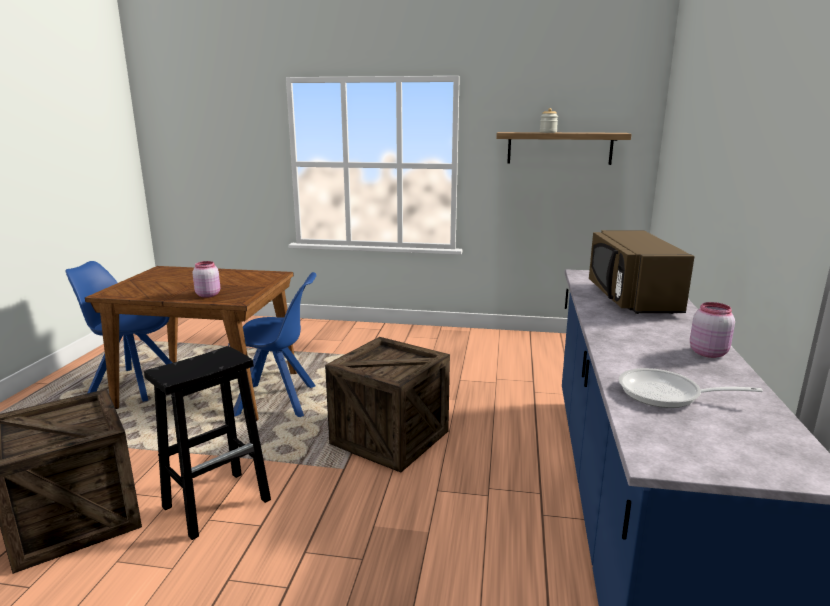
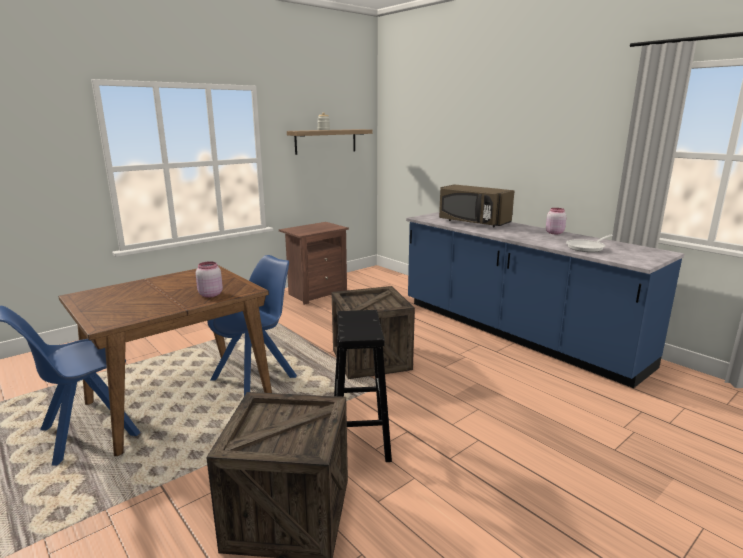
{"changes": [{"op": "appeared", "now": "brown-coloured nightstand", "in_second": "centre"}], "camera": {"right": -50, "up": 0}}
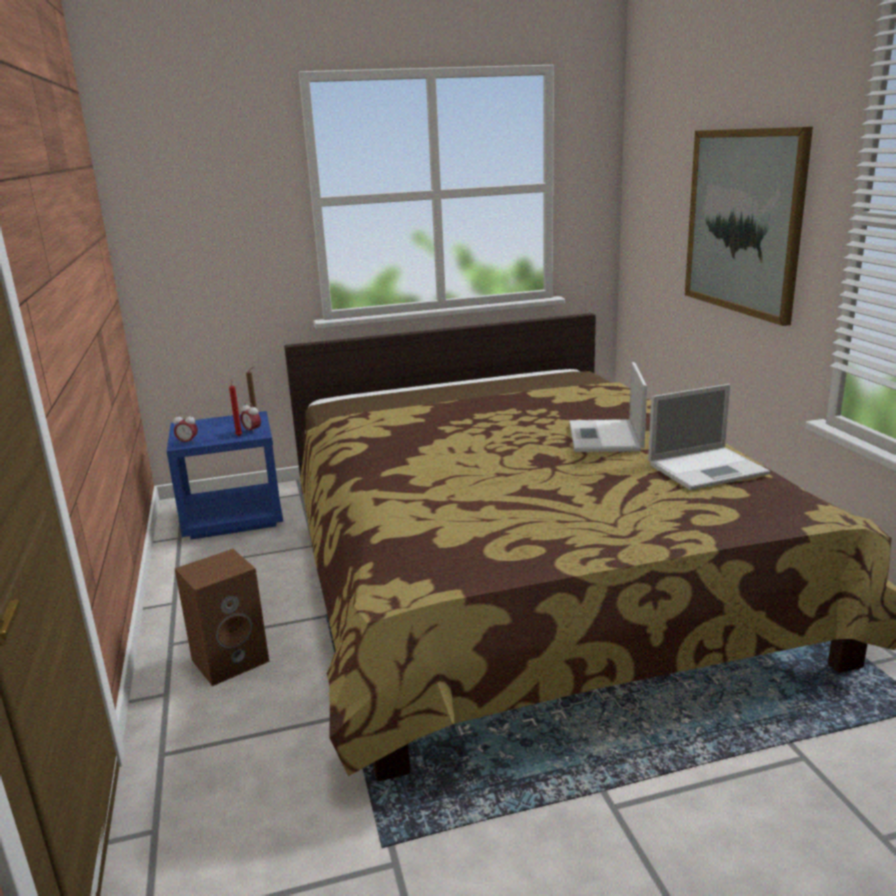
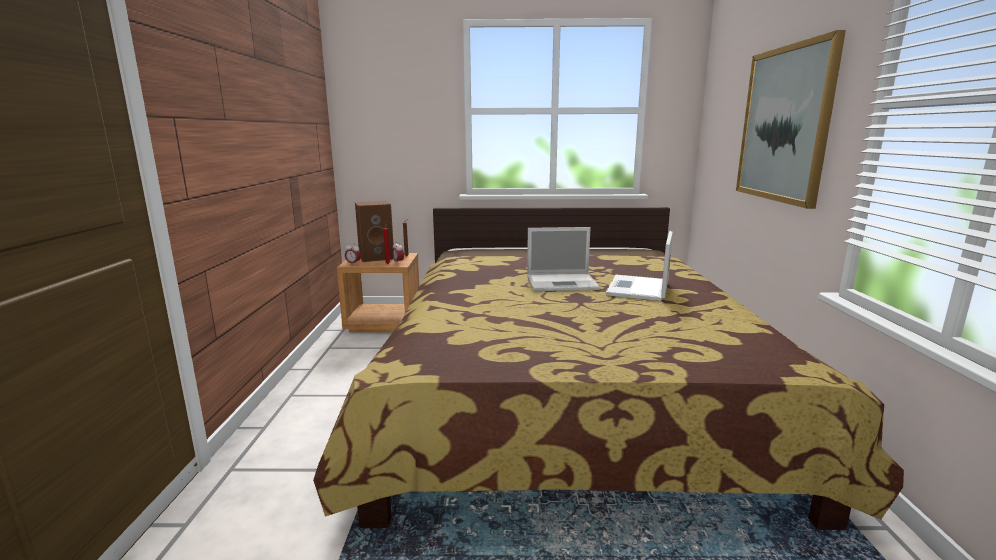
{"changes": [{"op": "colour", "was": "blue nightstand", "now": "brown-coloured nightstand", "in_first": "middle left", "in_second": "centre"}, {"op": "relocated", "was": "brown-coloured audio speaker", "in_first": "bottom left", "in_second": "centre"}, {"op": "relocated", "was": "laptop (no. 2 from left in the first image)", "now": "laptop (no. 1 from left)", "in_first": "middle right", "in_second": "centre"}], "camera": {"right": 15, "up": -5}}
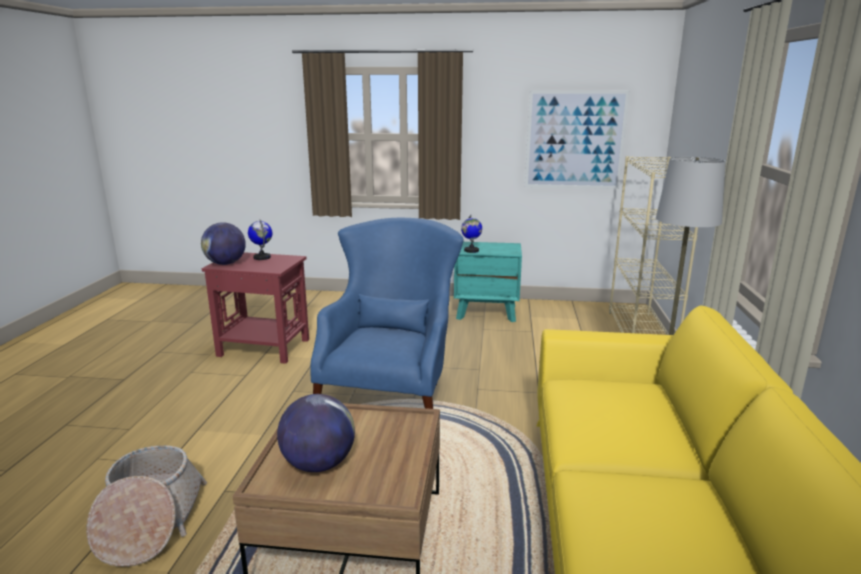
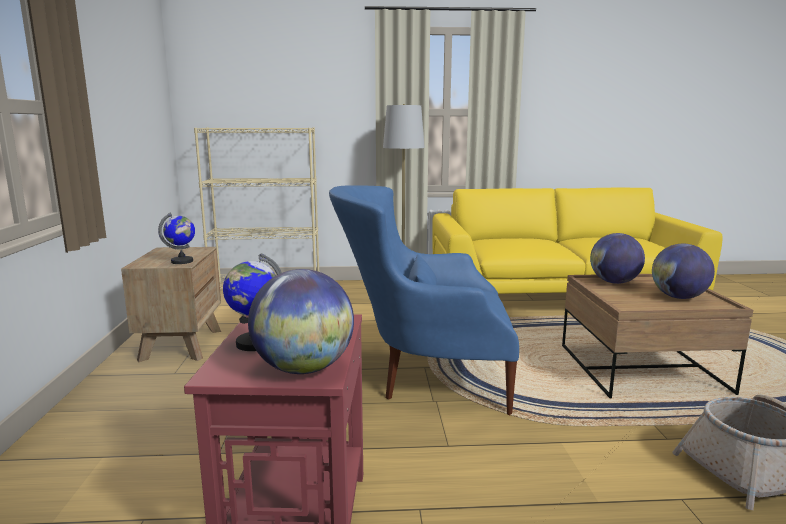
{"changes": [{"op": "colour", "was": "turquoise nightstand", "now": "brown-coloured nightstand", "in_first": "centre", "in_second": "middle left"}, {"op": "appeared", "now": "world globe (no. 4 from left)", "in_second": "middle right"}, {"op": "missing", "was": "wall art", "in_first": "top right"}], "camera": {"right": -100, "up": -5}}
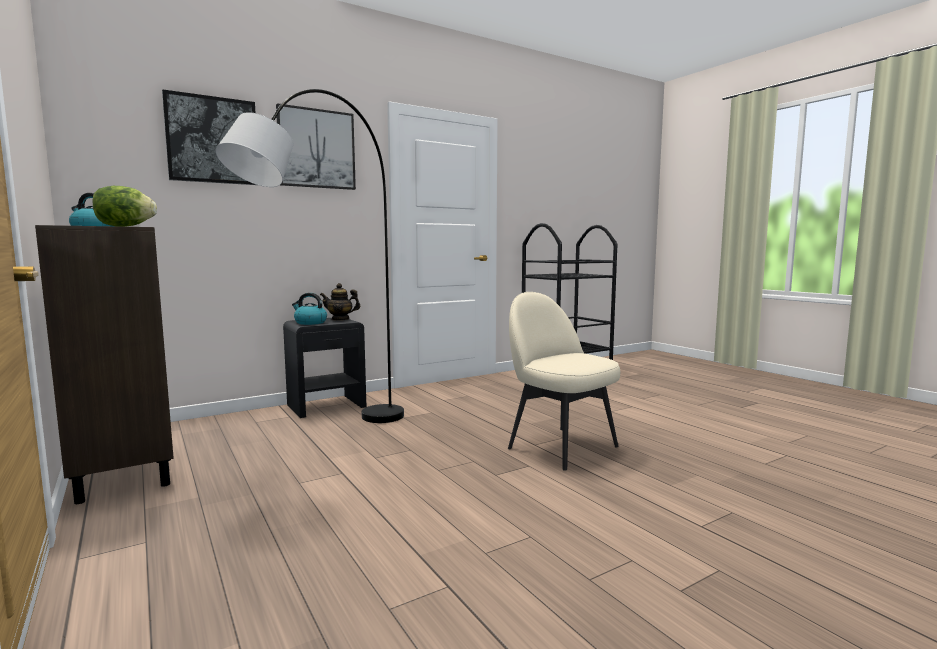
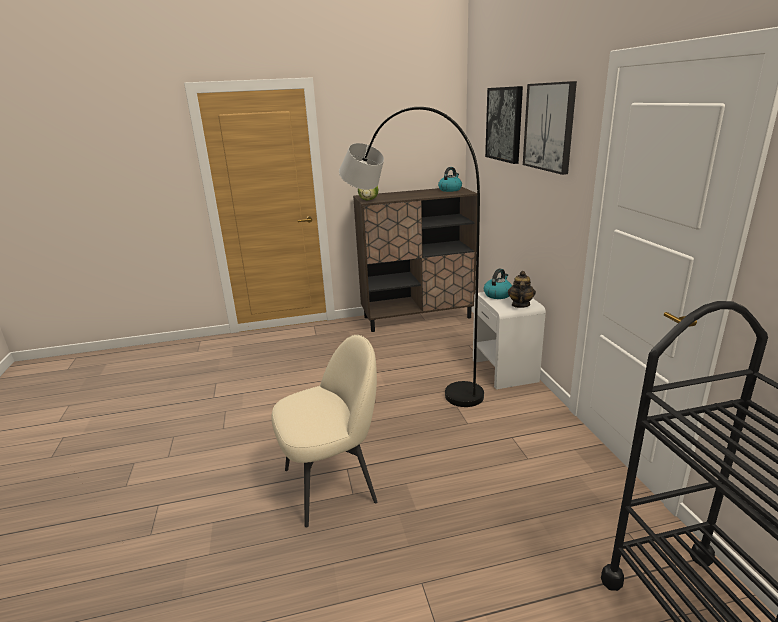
{"changes": [{"op": "colour", "was": "black nightstand", "now": "white-coloured nightstand", "in_first": "centre", "in_second": "centre"}], "camera": {"right": 110, "up": 15}}
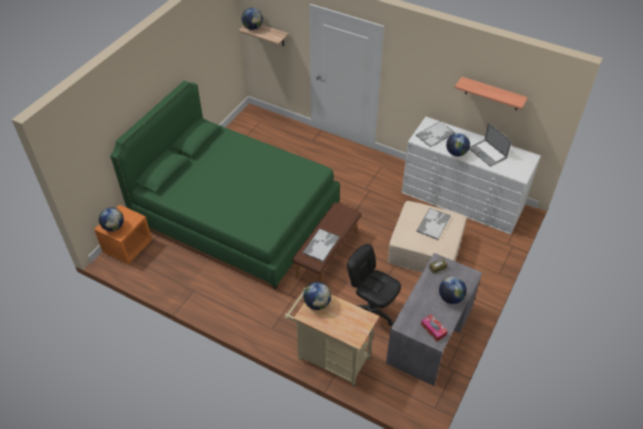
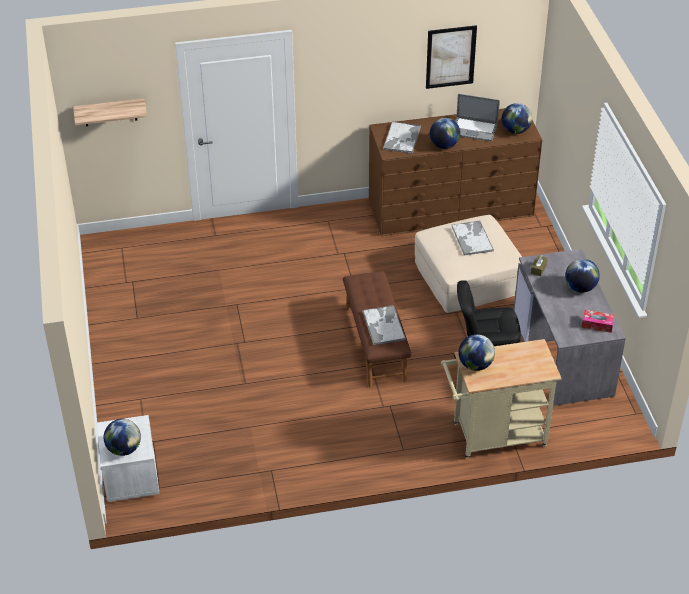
{"changes": [{"op": "colour", "was": "orangey nightstand", "now": "white-coloured nightstand", "in_first": "middle left", "in_second": "bottom left"}, {"op": "colour", "was": "white-coloured chest of drawers", "now": "brown-coloured chest of drawers", "in_first": "middle right", "in_second": "top centre"}, {"op": "exchanged", "was": "shelf (no. 2 from left)", "now": "wall art", "in_first": "top right", "in_second": "top centre"}, {"op": "relocated", "was": "world globe (no. 2 from left in the first image)", "now": "world globe (no. 4 from left)", "in_first": "top centre", "in_second": "top right"}, {"op": "missing", "was": "greenish bed", "in_first": "centre"}], "camera": {"right": -40, "up": -5}}
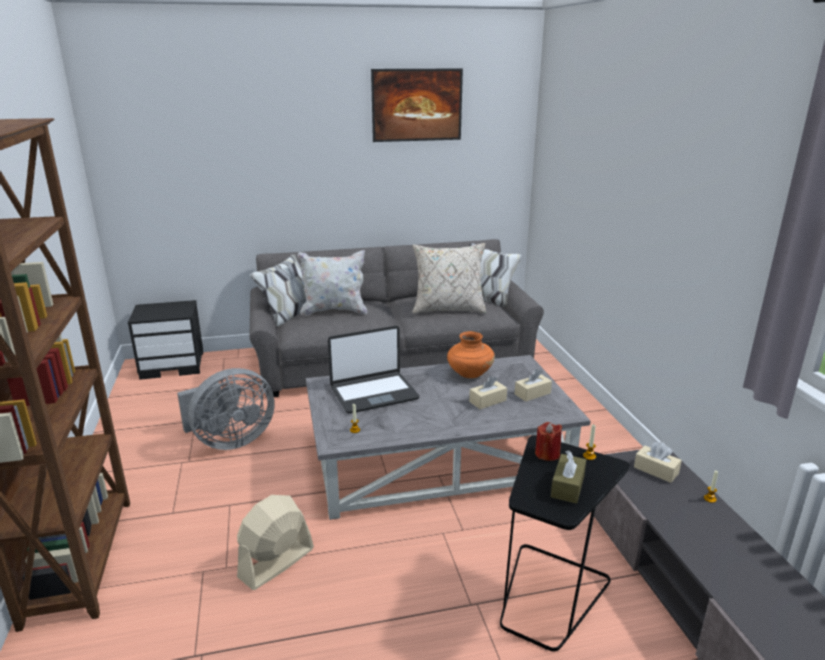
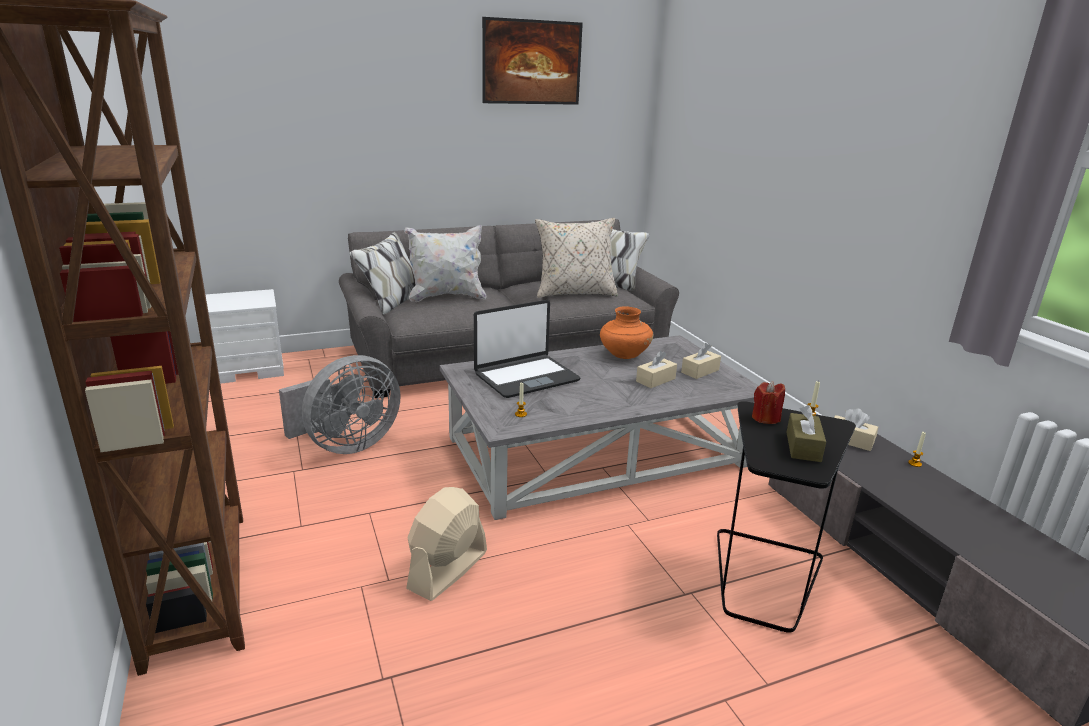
{"changes": [{"op": "colour", "was": "black nightstand", "now": "white-coloured nightstand", "in_first": "middle left", "in_second": "middle left"}], "camera": {"right": -10, "up": 0}}
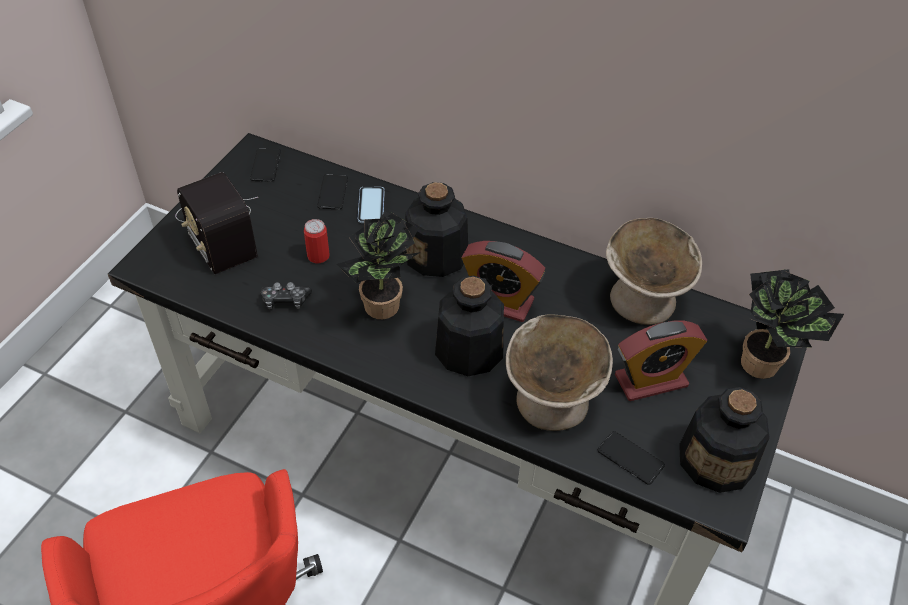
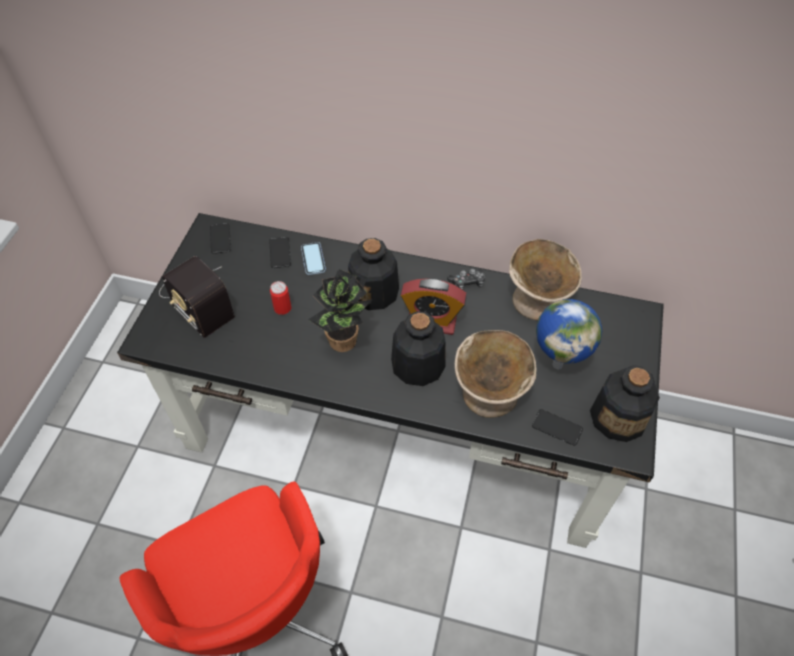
{"changes": [{"op": "relocated", "was": "gamepad", "in_first": "middle left", "in_second": "centre"}, {"op": "exchanged", "was": "alarm clock (no. 2 from left)", "now": "world globe", "in_first": "middle right", "in_second": "middle right"}, {"op": "missing", "was": "plant in a pot (no. 2 from left)", "in_first": "middle right"}], "camera": {"right": -10, "up": 5}}
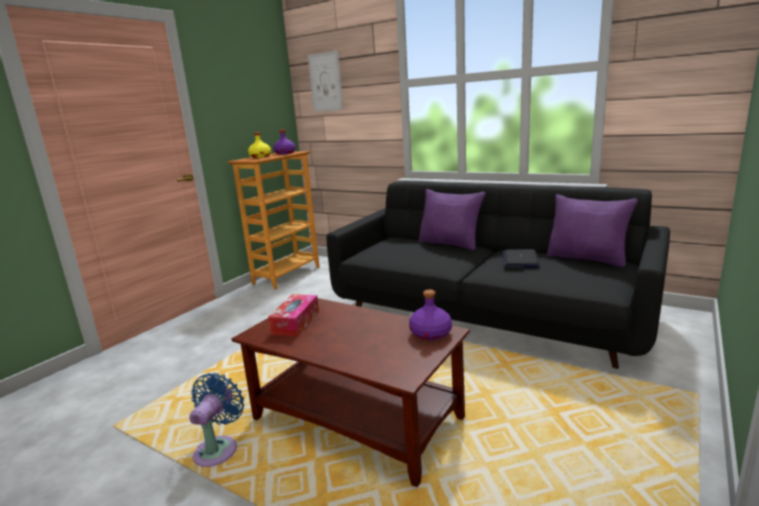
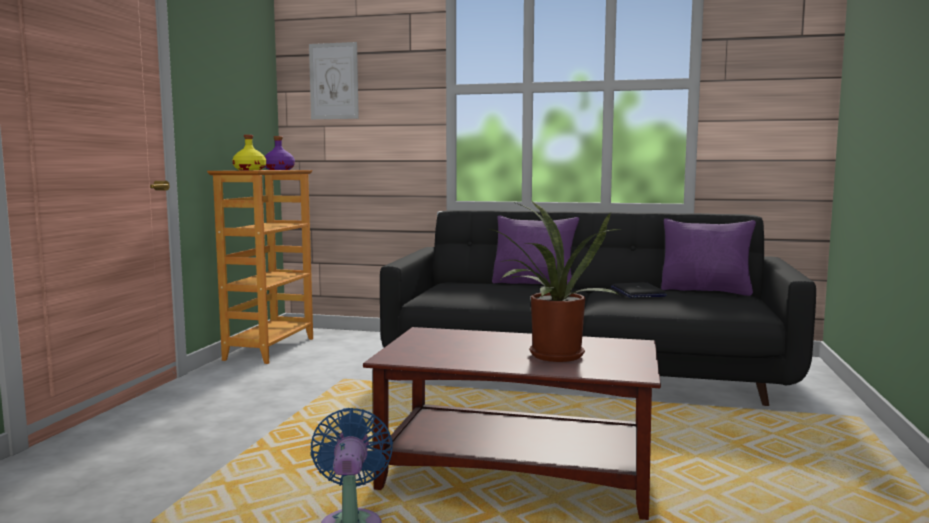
{"changes": [{"op": "appeared", "now": "plant in a pot", "in_second": "centre"}, {"op": "missing", "was": "tissue box", "in_first": "centre"}, {"op": "missing", "was": "purple-coloured drink bottle (no. 2 from left)", "in_first": "centre"}], "camera": {"right": -20, "up": -10}}
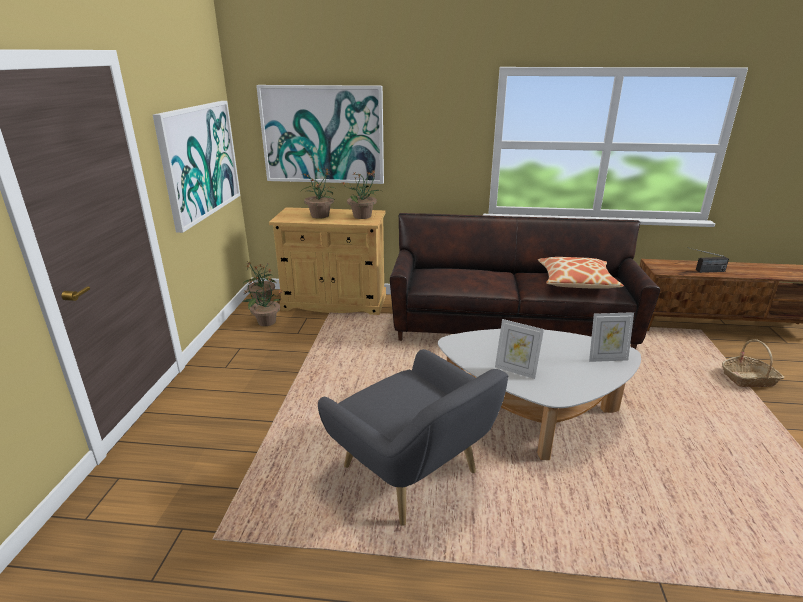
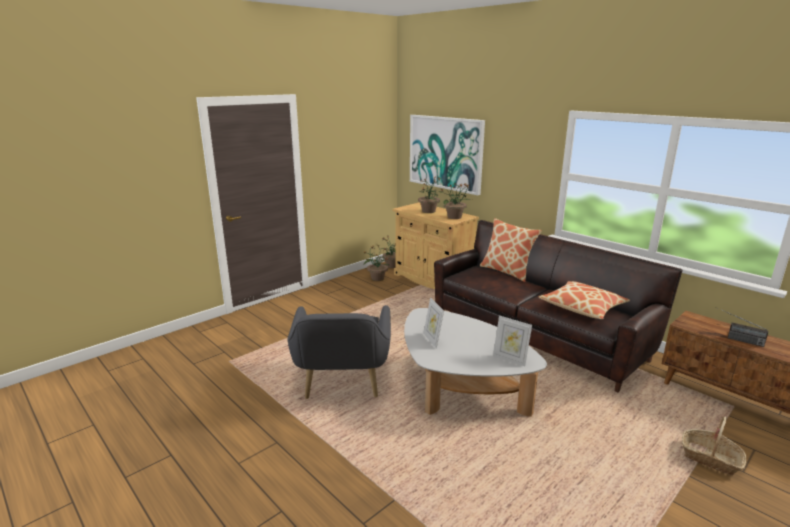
{"changes": [{"op": "appeared", "now": "cushion (no. 1 from left)", "in_second": "centre"}, {"op": "missing", "was": "wall art (no. 1 from left)", "in_first": "top left"}], "camera": {"right": 40, "up": -5}}
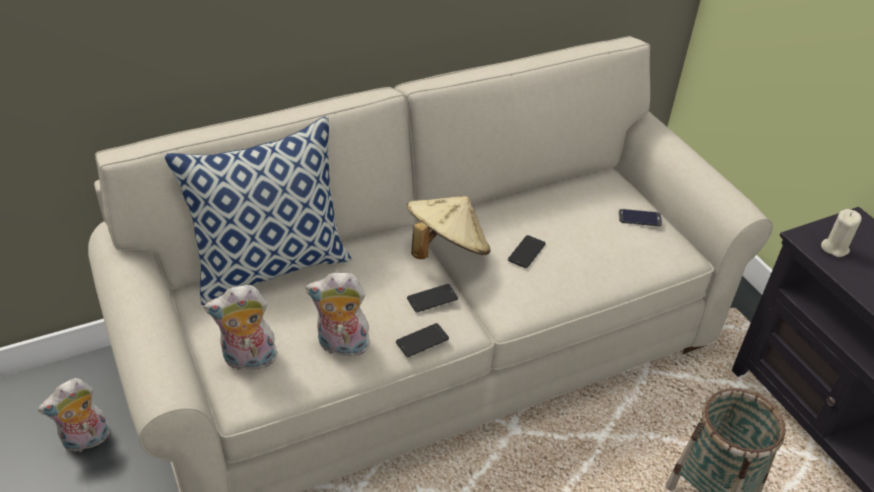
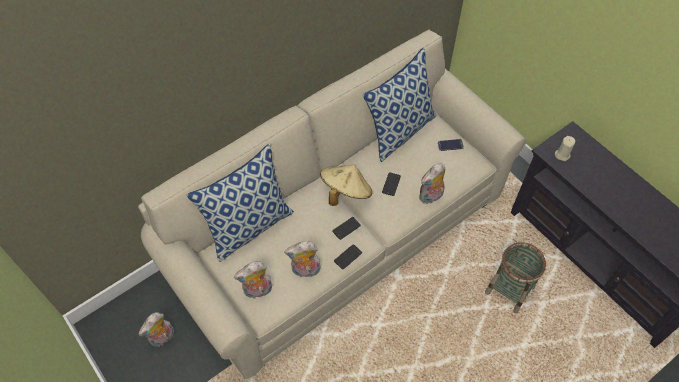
{"changes": [{"op": "appeared", "now": "cushion (no. 2 from left)", "in_second": "top centre"}, {"op": "appeared", "now": "plush toy (no. 4 from left)", "in_second": "centre"}], "camera": {"right": -10, "up": 15}}
